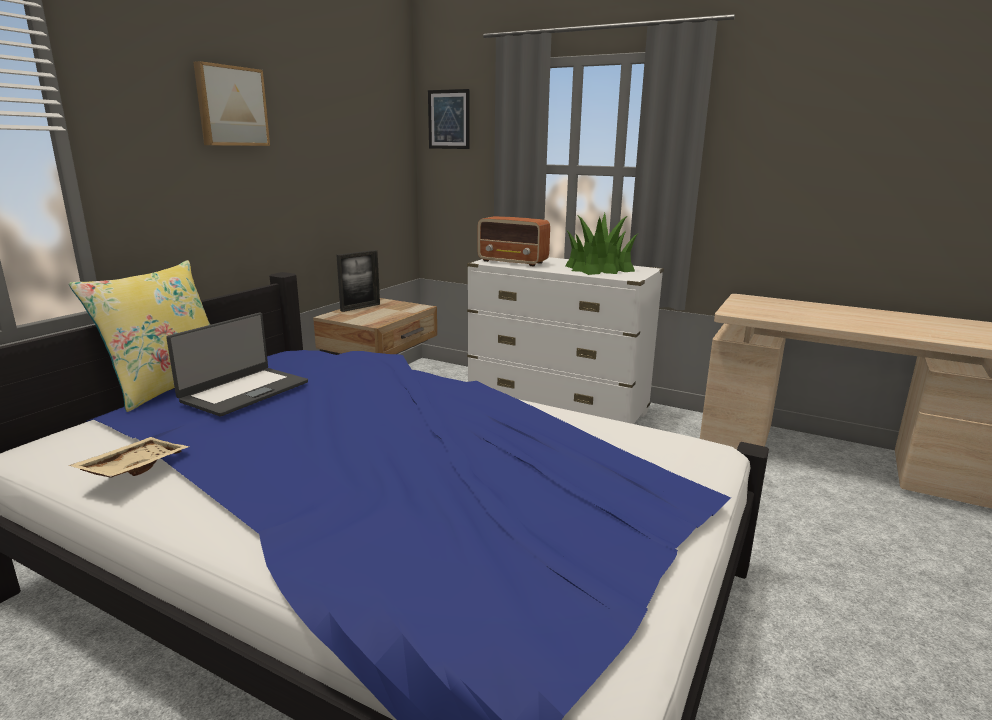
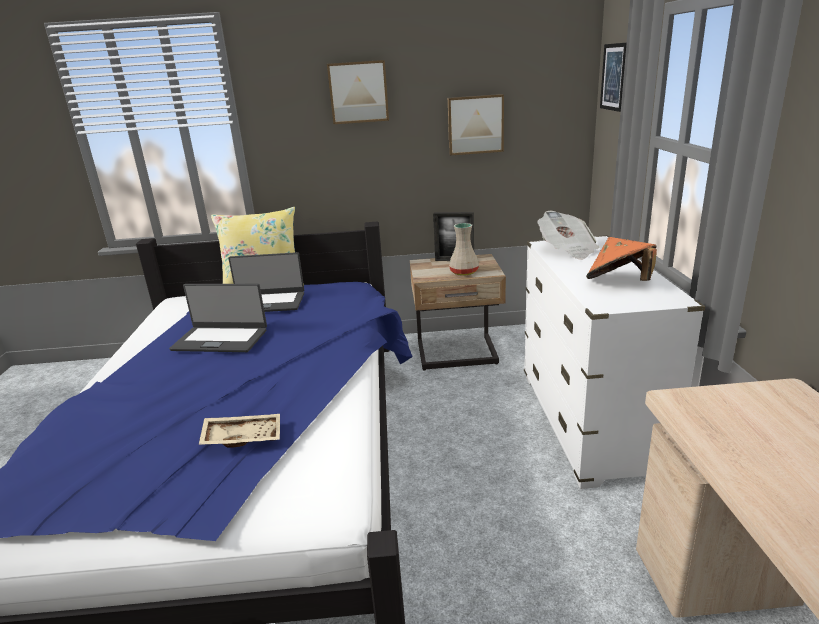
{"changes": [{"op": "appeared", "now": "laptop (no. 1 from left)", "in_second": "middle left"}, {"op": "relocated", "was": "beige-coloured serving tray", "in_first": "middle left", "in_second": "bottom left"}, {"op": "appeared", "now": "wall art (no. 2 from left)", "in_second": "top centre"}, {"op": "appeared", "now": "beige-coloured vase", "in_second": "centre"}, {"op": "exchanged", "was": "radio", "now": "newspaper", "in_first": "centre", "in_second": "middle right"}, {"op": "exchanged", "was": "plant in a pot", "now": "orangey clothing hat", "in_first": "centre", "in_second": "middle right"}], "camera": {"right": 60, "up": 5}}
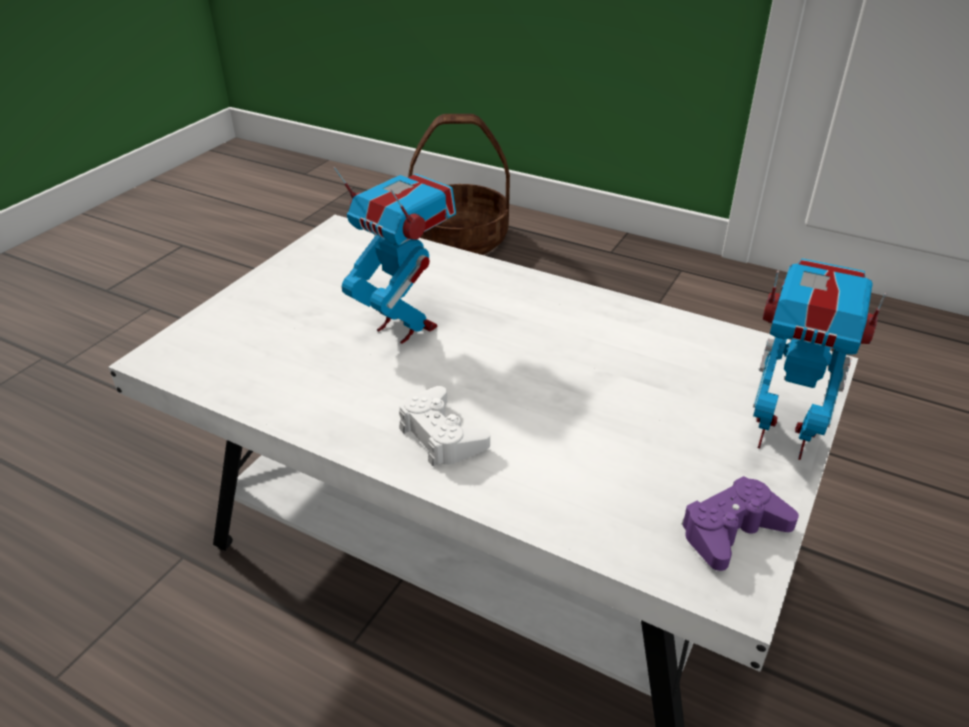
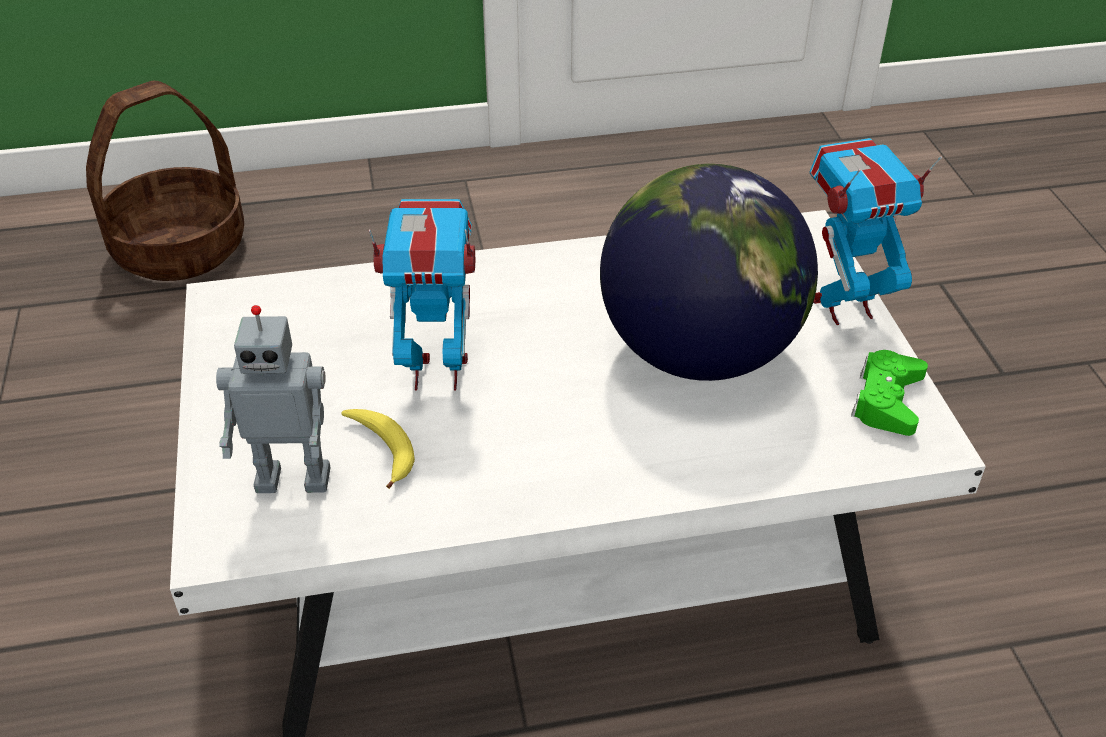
{"changes": [{"op": "appeared", "now": "robot figure (no. 1 from left)", "in_second": "middle left"}, {"op": "appeared", "now": "banana", "in_second": "centre"}, {"op": "appeared", "now": "world globe", "in_second": "centre"}, {"op": "colour", "was": "purple-coloured gamepad", "now": "greenish gamepad", "in_first": "bottom right", "in_second": "middle right"}, {"op": "missing", "was": "white-coloured gamepad", "in_first": "centre"}], "camera": {"right": -40, "up": 5}}
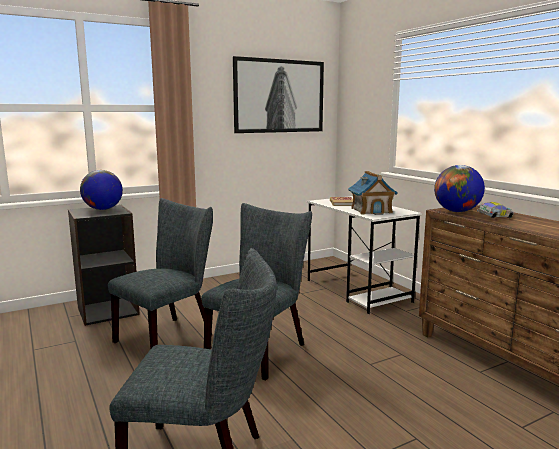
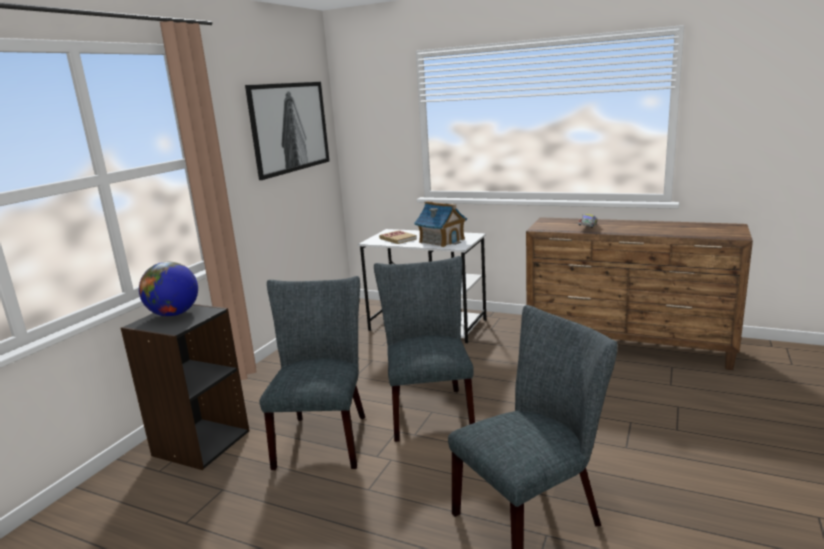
{"changes": [{"op": "missing", "was": "world globe (no. 2 from left)", "in_first": "middle right"}], "camera": {"right": -35, "up": 5}}
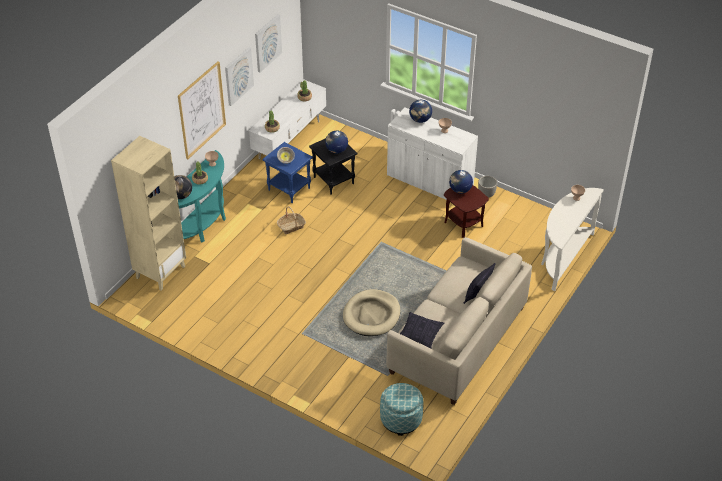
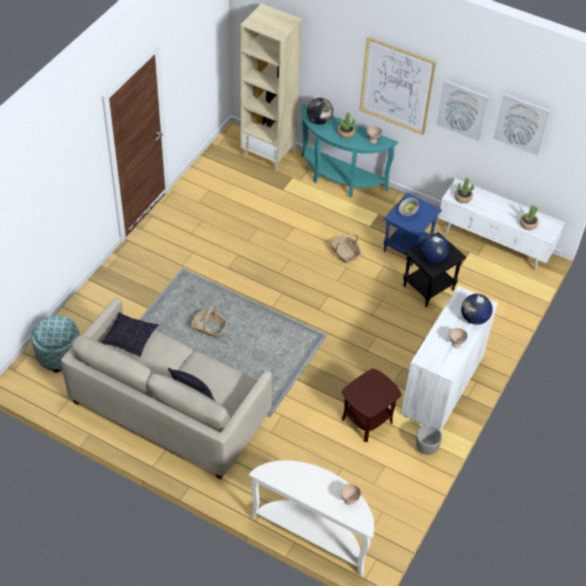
{"changes": [{"op": "exchanged", "was": "beige-coloured pet bed", "now": "basket (no. 1 from left)", "in_first": "centre", "in_second": "centre"}, {"op": "missing", "was": "world globe (no. 4 from left)", "in_first": "centre"}], "camera": {"right": 85, "up": 5}}
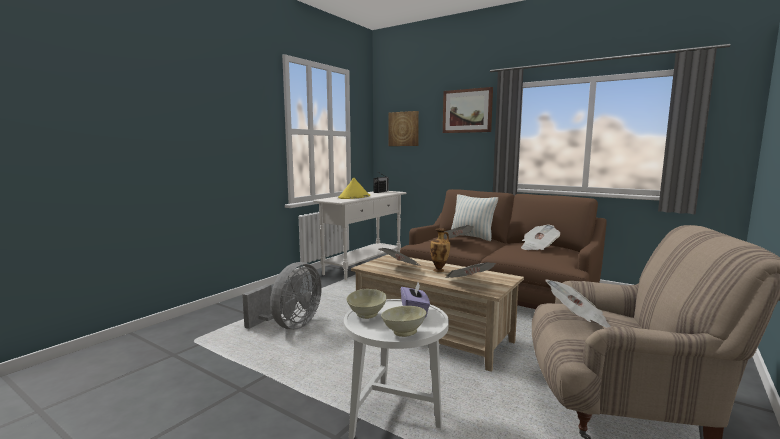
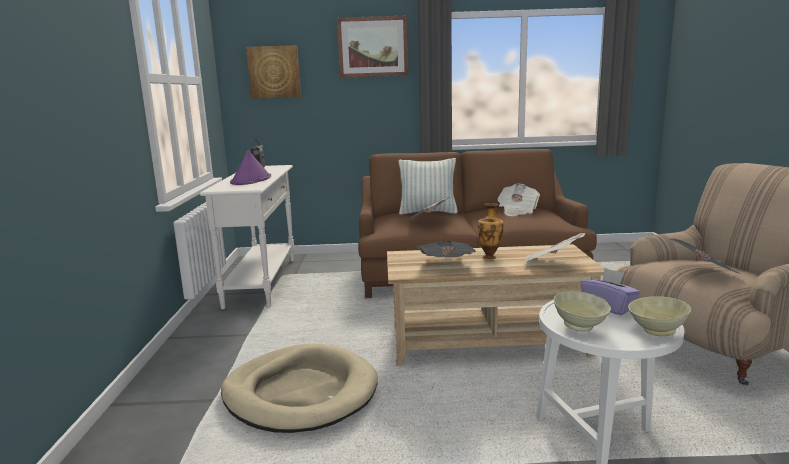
{"changes": [{"op": "exchanged", "was": "gray fan", "now": "beige-coloured pet bed", "in_first": "bottom centre", "in_second": "bottom centre"}, {"op": "colour", "was": "yellowish clothing hat", "now": "purple-coloured clothing hat", "in_first": "centre", "in_second": "middle left"}], "camera": {"right": -35, "up": 5}}
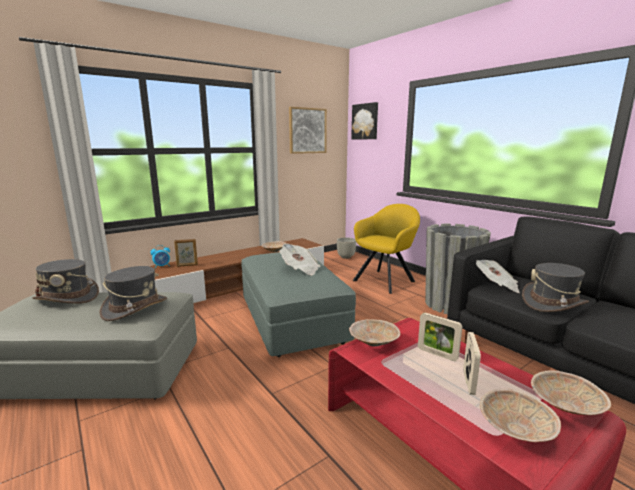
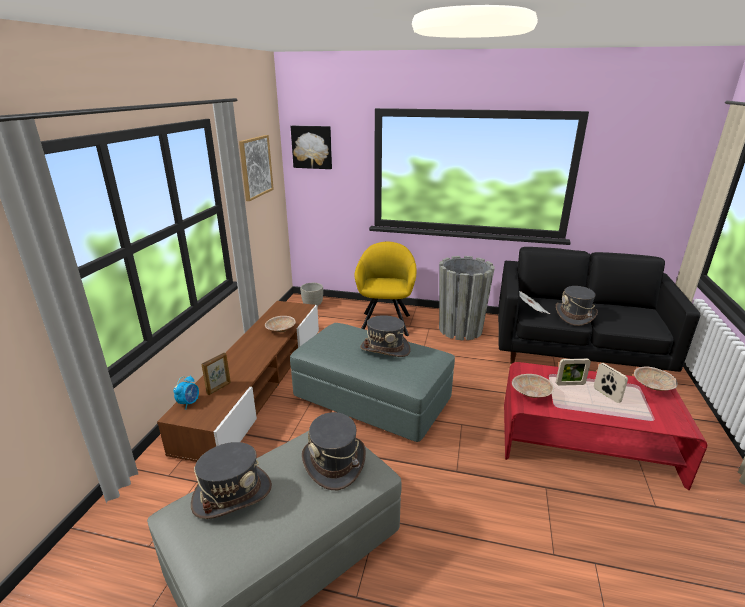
{"changes": [{"op": "exchanged", "was": "newspaper (no. 1 from left)", "now": "gray clothing hat (no. 3 from left)", "in_first": "centre", "in_second": "centre"}, {"op": "missing", "was": "beige-coloured bowl (no. 3 from left)", "in_first": "bottom right"}], "camera": {"right": -40, "up": 10}}
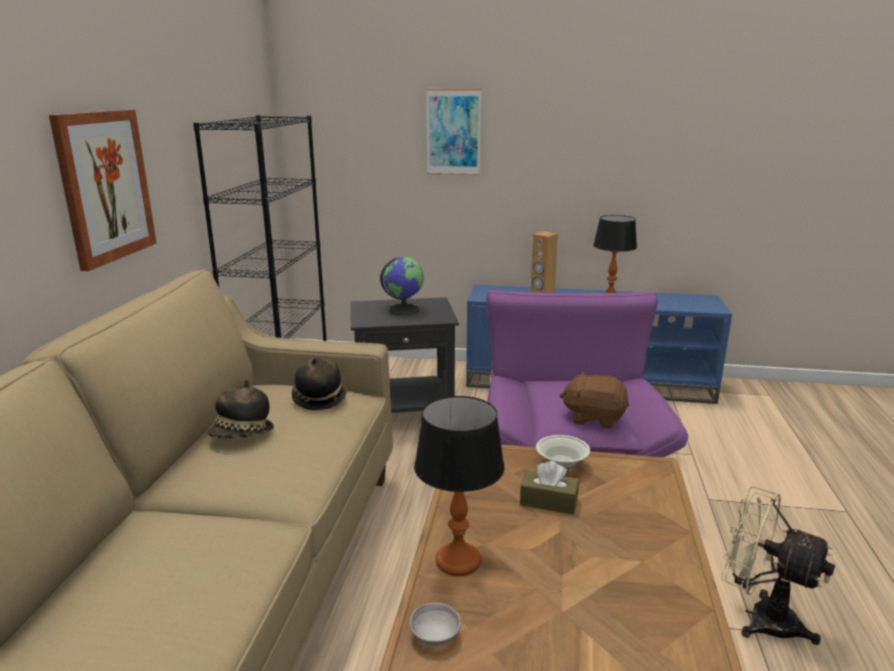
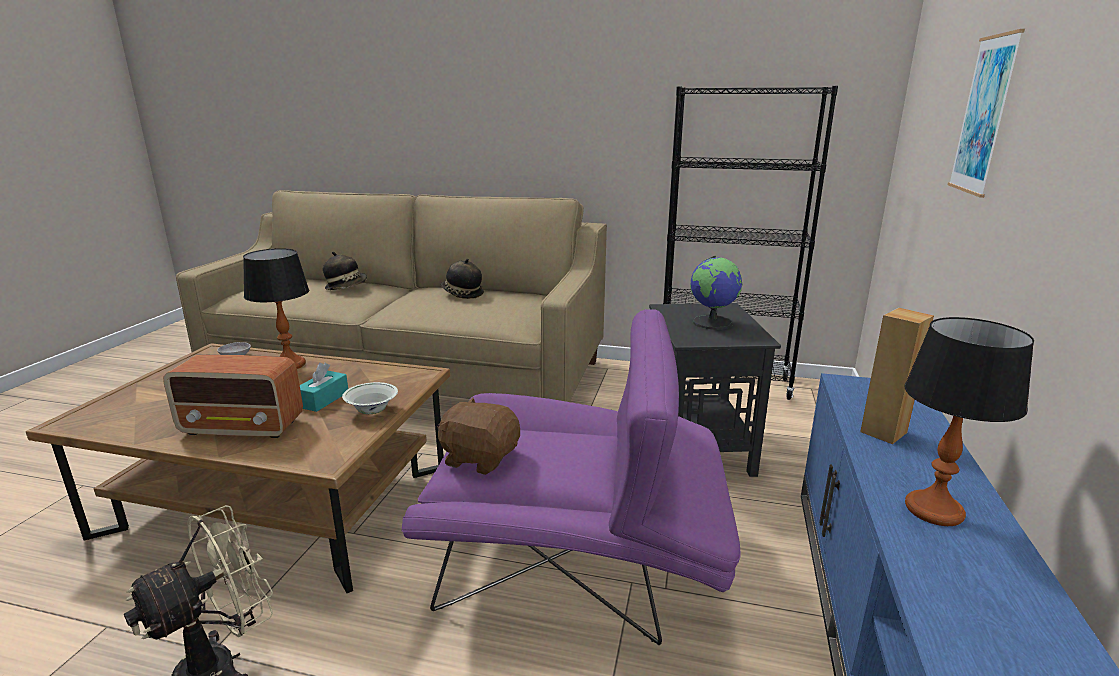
{"changes": [{"op": "appeared", "now": "radio", "in_second": "middle left"}, {"op": "colour", "was": "brown-coloured tissue box", "now": "turquoise tissue box", "in_first": "bottom centre", "in_second": "middle left"}, {"op": "relocated", "was": "clothing hat (no. 2 from left in the first image)", "now": "clothing hat (no. 1 from left)", "in_first": "centre", "in_second": "middle left"}, {"op": "spun", "was": "brown-coloured plush toy", "in_first": "centre", "in_second": "centre", "clockwise": -90}, {"op": "missing", "was": "wall art (no. 1 from left)", "in_first": "top left"}], "camera": {"right": 95, "up": 0}}
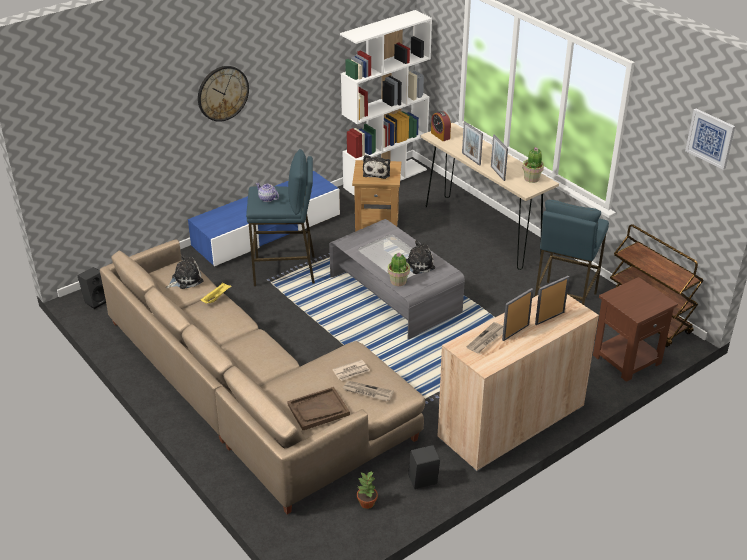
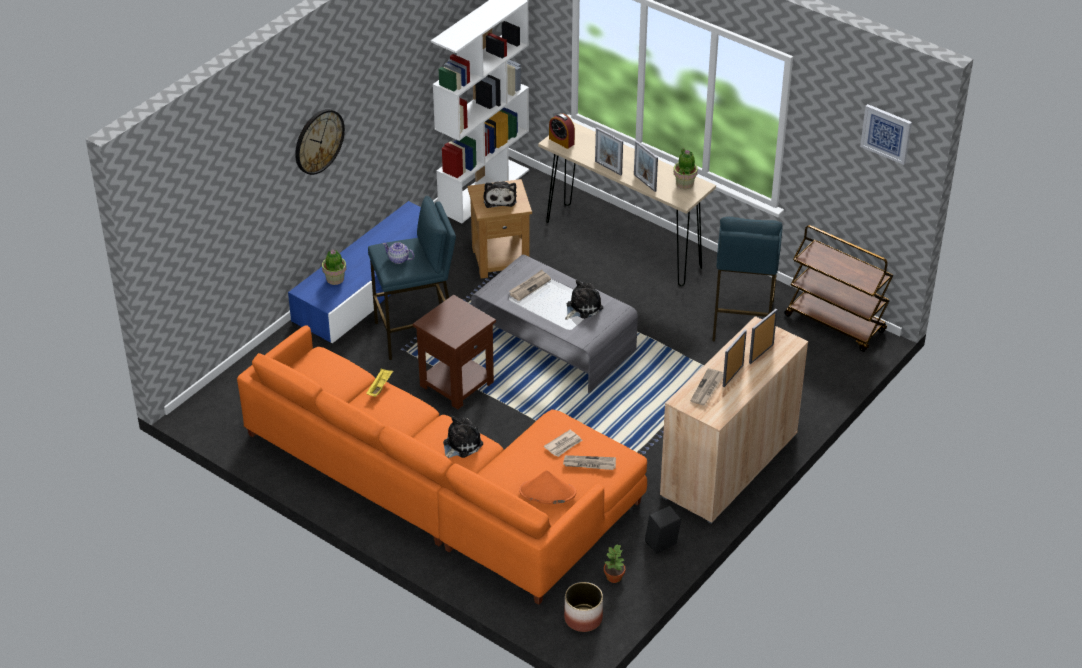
{"changes": [{"op": "colour", "was": "beige-coloured settee", "now": "orangey settee", "in_first": "bottom centre", "in_second": "bottom centre"}, {"op": "relocated", "was": "plant in a pot (no. 2 from left in the first image)", "now": "plant in a pot (no. 1 from left)", "in_first": "centre", "in_second": "middle left"}, {"op": "relocated", "was": "brown-coloured accent table (no. 2 from left in the first image)", "now": "brown-coloured accent table (no. 1 from left)", "in_first": "middle right", "in_second": "centre"}, {"op": "relocated", "was": "plush toy (no. 1 from left)", "in_first": "middle left", "in_second": "centre"}, {"op": "appeared", "now": "newspaper (no. 1 from left)", "in_second": "centre"}, {"op": "exchanged", "was": "brown-coloured serving tray", "now": "orangey clothing hat", "in_first": "bottom centre", "in_second": "bottom centre"}, {"op": "appeared", "now": "flower pot", "in_second": "bottom centre"}, {"op": "missing", "was": "black audio speaker (no. 1 from left)", "in_first": "middle left"}], "camera": {"right": -15, "up": 5}}
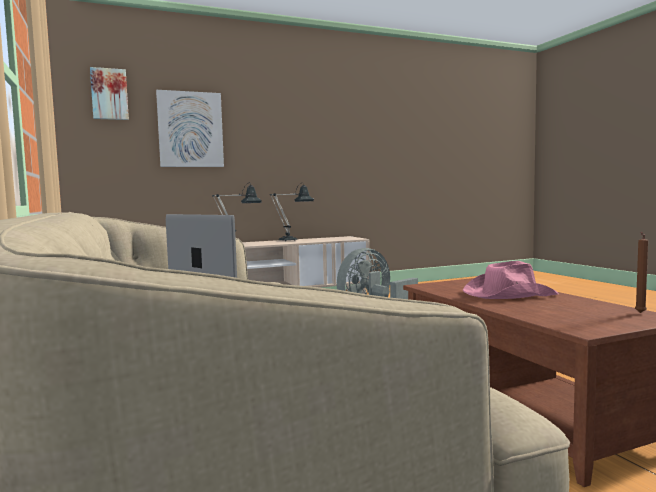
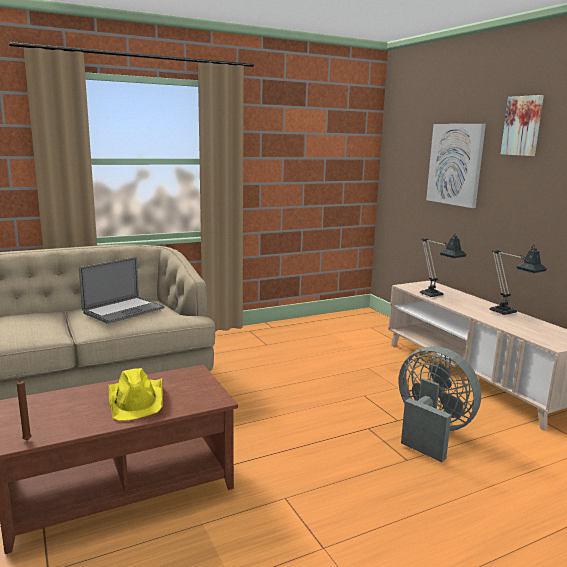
{"changes": [{"op": "colour", "was": "pink-coloured clothing hat", "now": "yellowish clothing hat", "in_first": "middle right", "in_second": "bottom left"}, {"op": "relocated", "was": "wall art (no. 1 from left in the first image)", "now": "wall art (no. 2 from left)", "in_first": "top left", "in_second": "top right"}], "camera": {"right": 85, "up": 10}}
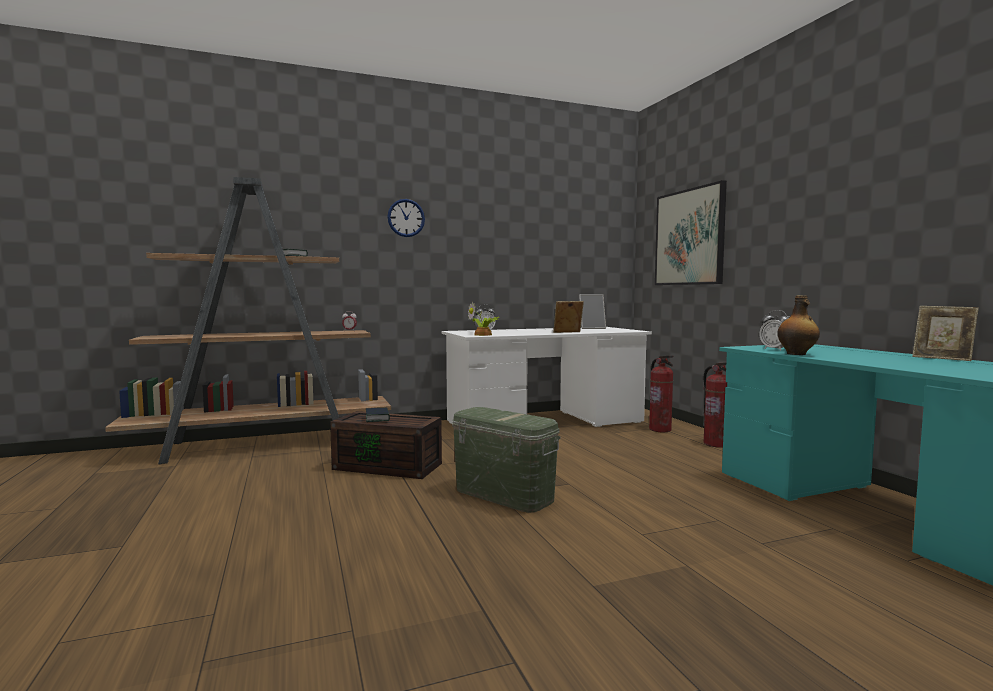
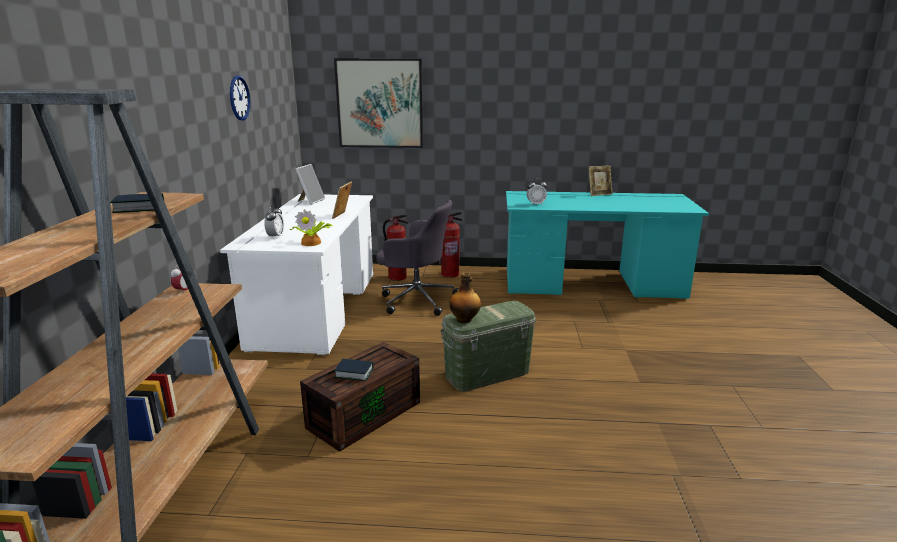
{"changes": [{"op": "relocated", "was": "wall clock", "in_first": "top centre", "in_second": "top left"}, {"op": "appeared", "now": "gray office chair", "in_second": "centre"}, {"op": "relocated", "was": "drink bottle", "in_first": "middle right", "in_second": "centre"}], "camera": {"right": -65, "up": 15}}
